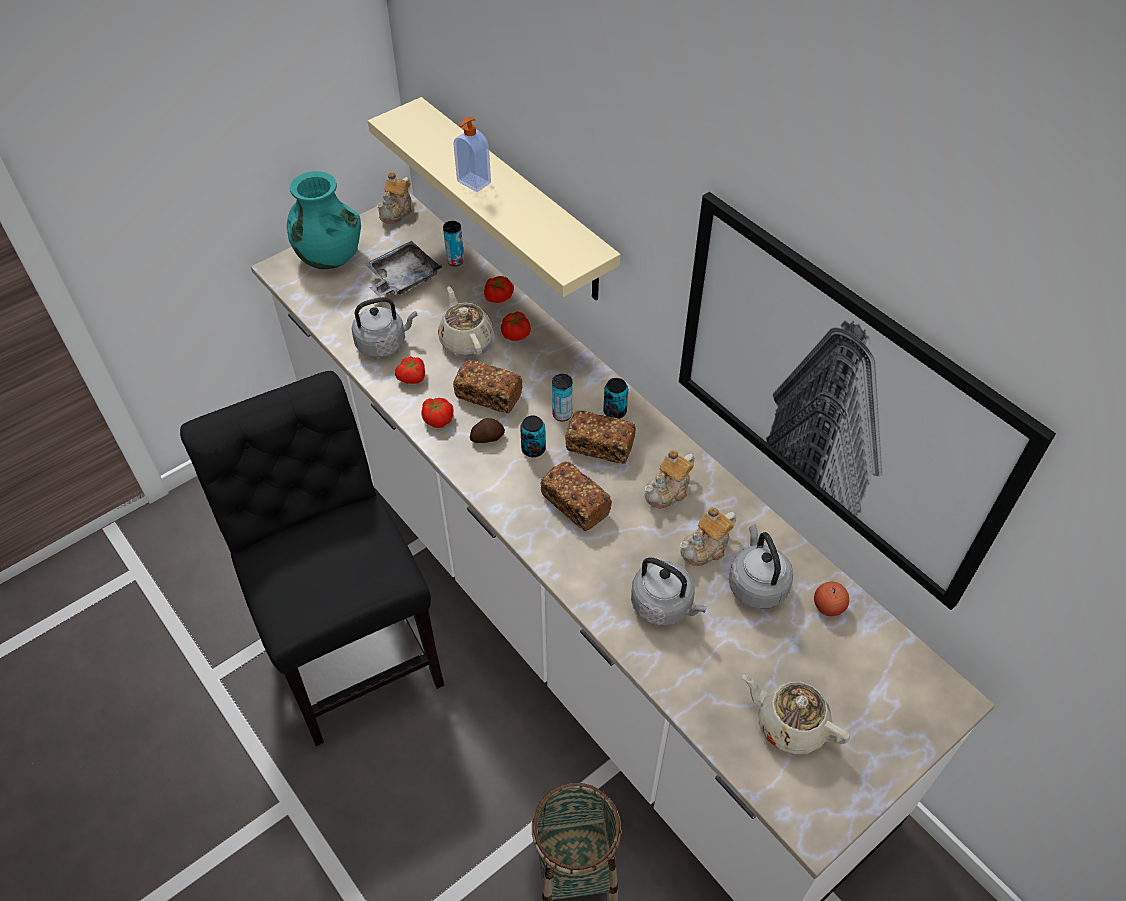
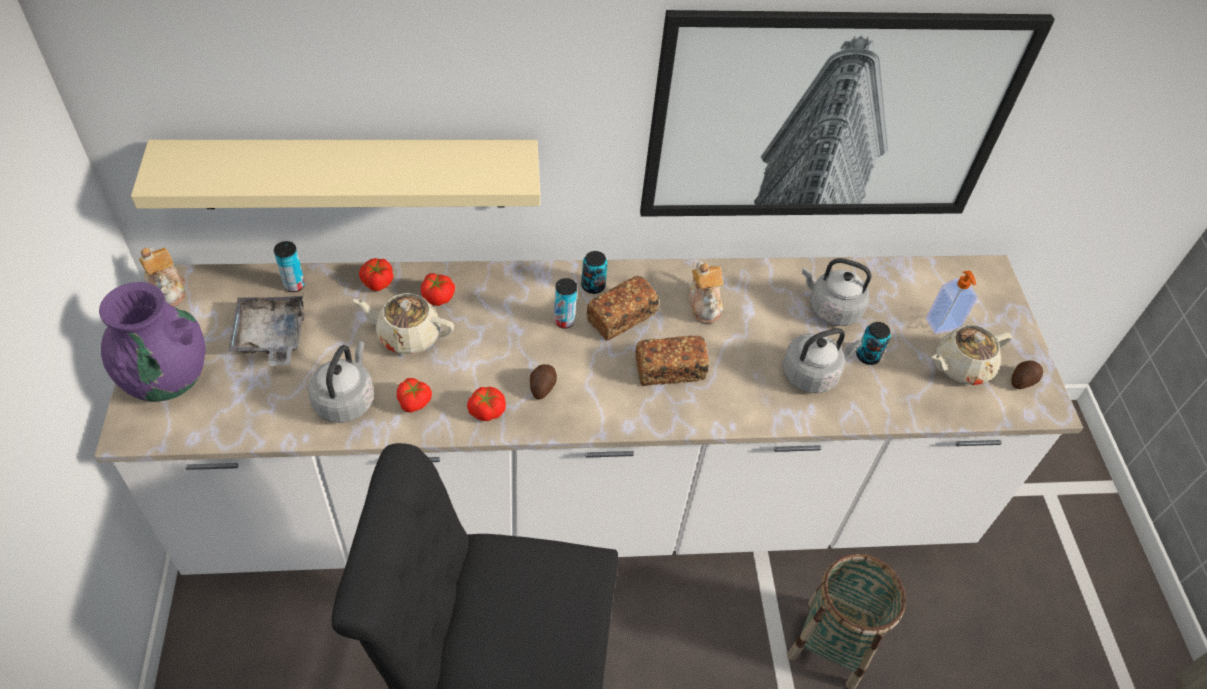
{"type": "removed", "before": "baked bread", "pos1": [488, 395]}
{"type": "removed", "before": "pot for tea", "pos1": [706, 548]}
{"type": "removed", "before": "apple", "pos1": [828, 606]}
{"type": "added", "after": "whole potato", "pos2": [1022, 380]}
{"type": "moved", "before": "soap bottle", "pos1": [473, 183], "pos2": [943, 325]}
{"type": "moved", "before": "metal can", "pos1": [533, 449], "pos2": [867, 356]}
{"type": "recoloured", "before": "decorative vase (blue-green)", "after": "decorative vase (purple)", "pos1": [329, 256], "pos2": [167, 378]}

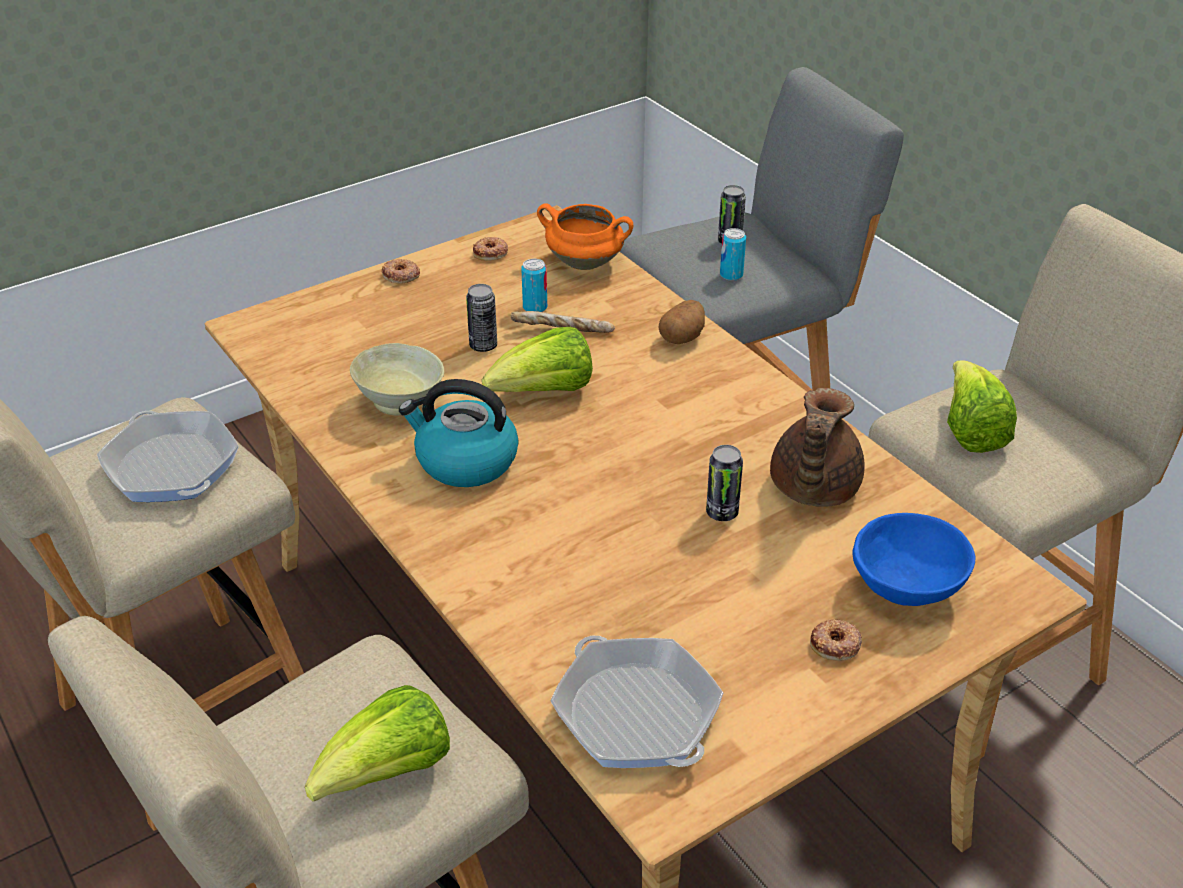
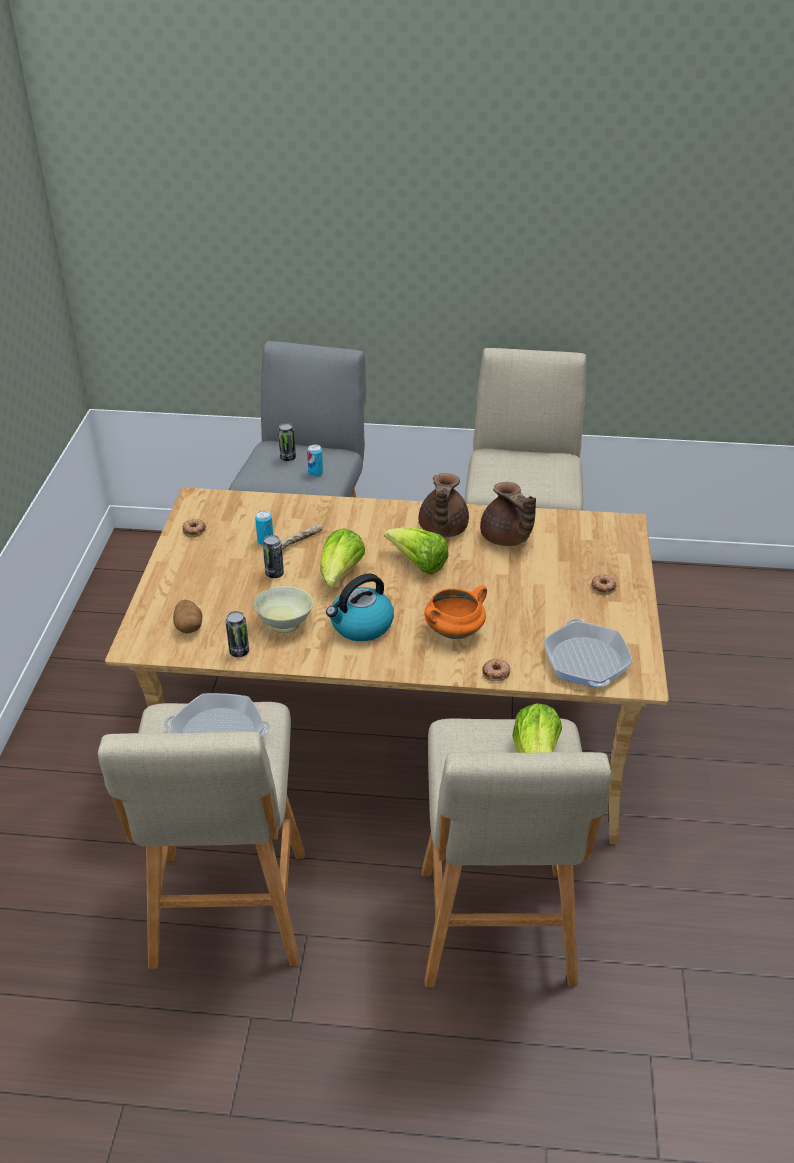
{"type": "removed", "before": "deep dish (blue-coloured)", "pos1": [907, 590]}
{"type": "added", "after": "pot for tea (brown)", "pos2": [442, 529]}
{"type": "moved", "before": "ring doughnut", "pos1": [401, 275], "pos2": [496, 672]}
{"type": "moved", "before": "cooking pot (orangey)", "pos1": [586, 263], "pos2": [454, 631]}
{"type": "moved", "before": "whole potato", "pos1": [682, 337], "pos2": [188, 626]}
{"type": "moved", "before": "metal can", "pos1": [722, 512], "pos2": [239, 651]}
{"type": "moved", "before": "lettuce head", "pos1": [971, 431], "pos2": [418, 564]}
{"type": "turned", "before": "skillet", "pos1": [636, 714], "pos2": [586, 661], "turn": -105}

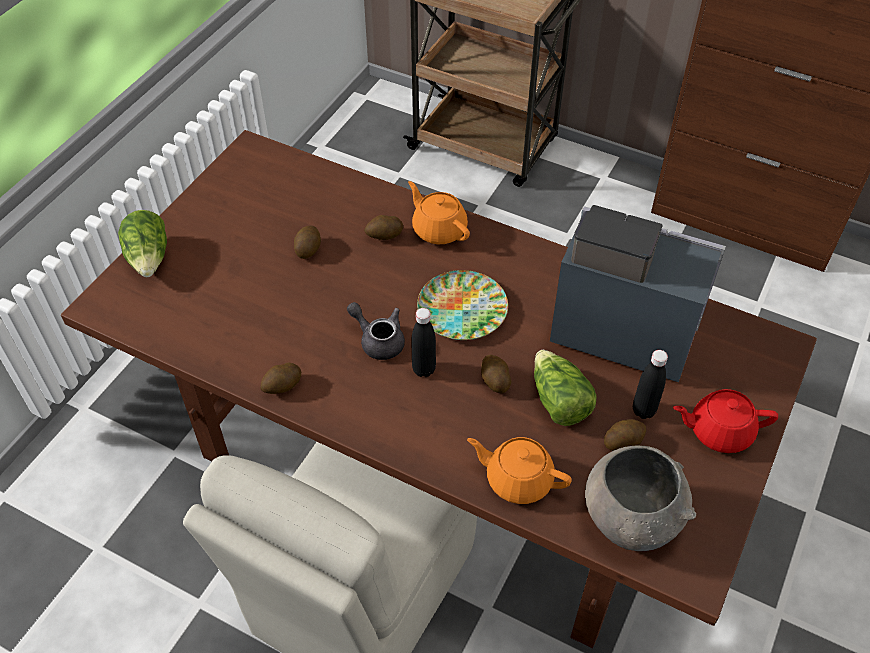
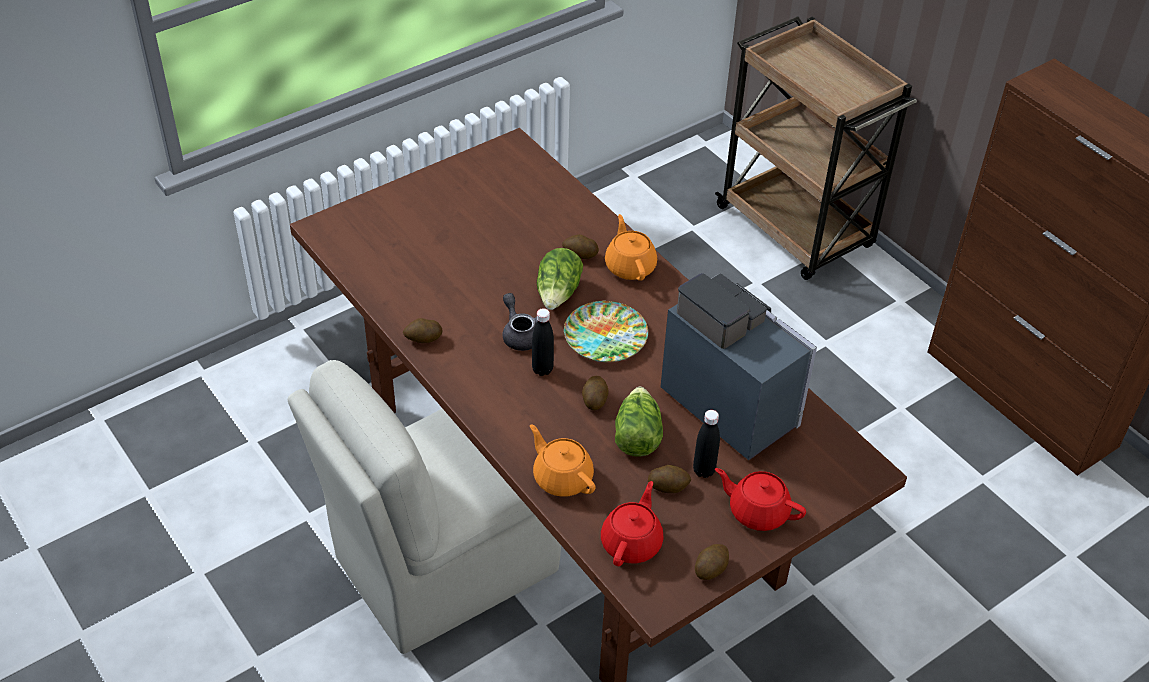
{"type": "moved", "before": "lettuce head", "pos1": [149, 258], "pos2": [558, 293]}
{"type": "moved", "before": "whole potato", "pos1": [308, 249], "pos2": [710, 568]}
{"type": "replaced", "before": "deep dish (gray)", "after": "pot for tea (red-coloured)", "pos1": [630, 519], "pos2": [632, 542]}

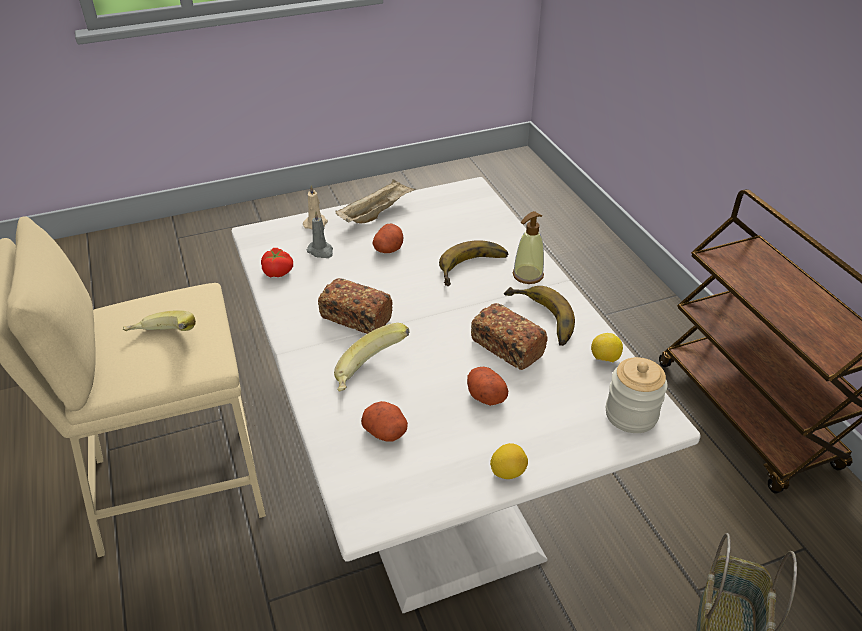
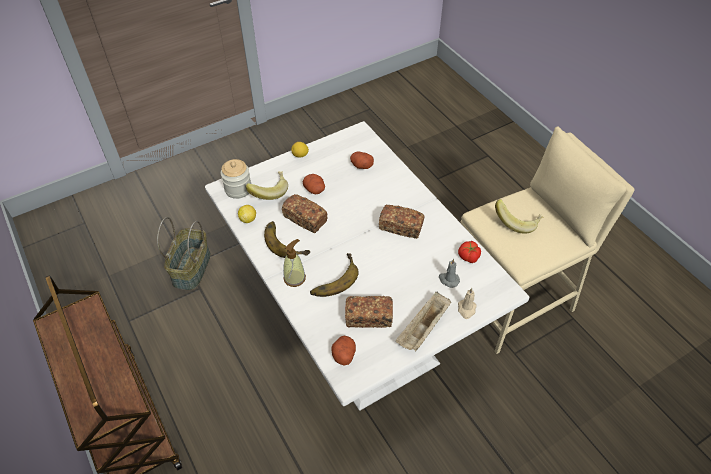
{"type": "added", "after": "baked bread", "pos2": [368, 318]}
{"type": "moved", "before": "banana", "pos1": [371, 374], "pos2": [269, 191]}
{"type": "moved", "before": "whole potato", "pos1": [388, 249], "pos2": [343, 354]}

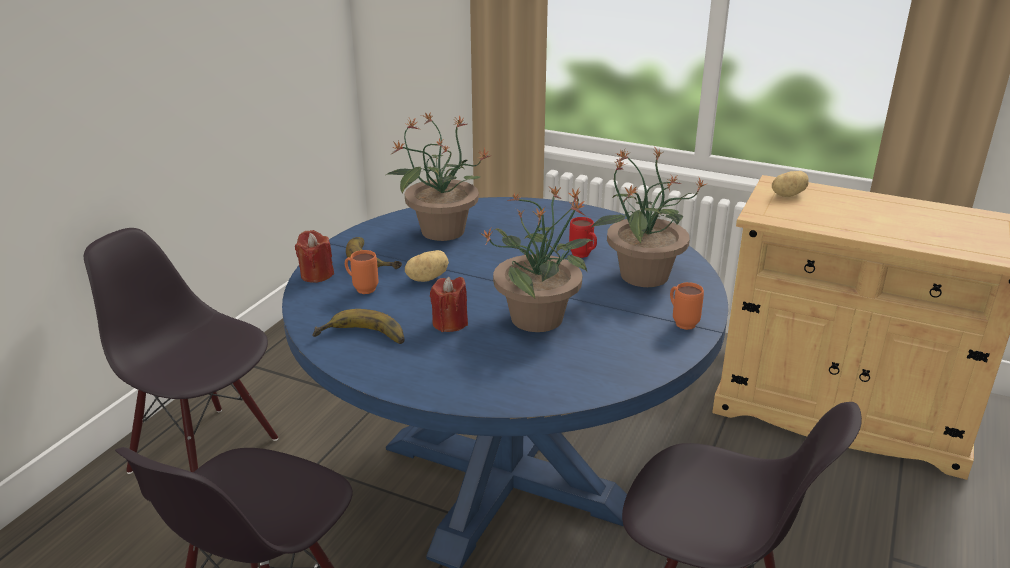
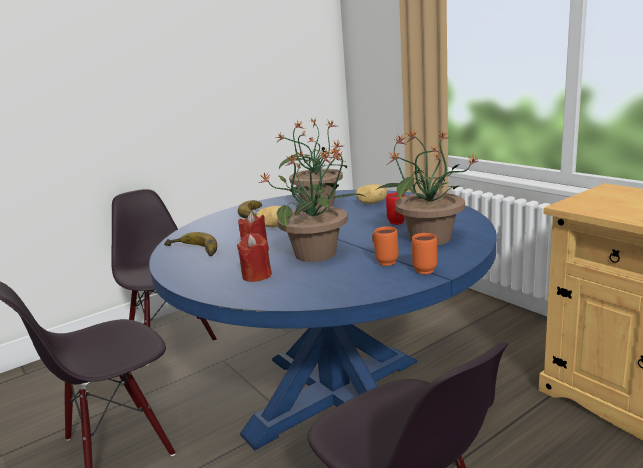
{"type": "moved", "before": "wax candle (red-coloured)", "pos1": [316, 275], "pos2": [256, 275]}
{"type": "moved", "before": "coffee mug (orangey)", "pos1": [361, 288], "pos2": [384, 261]}
{"type": "moved", "before": "whole potato", "pos1": [787, 195], "pos2": [372, 203]}

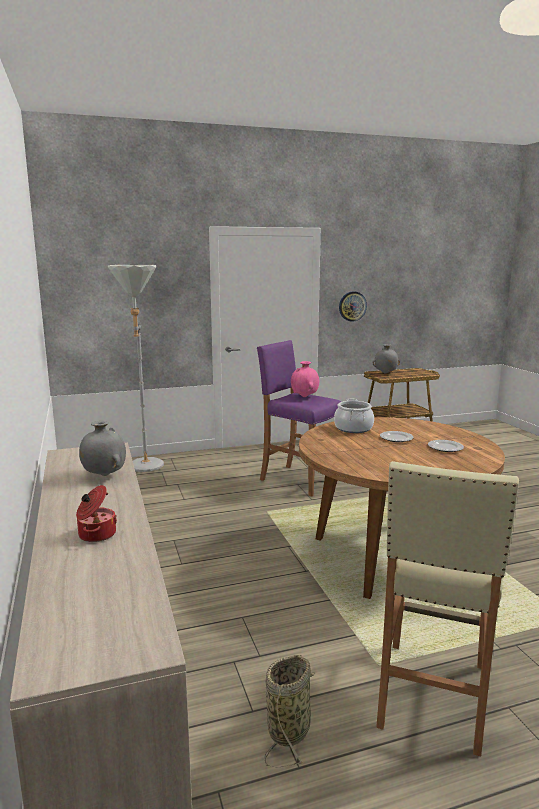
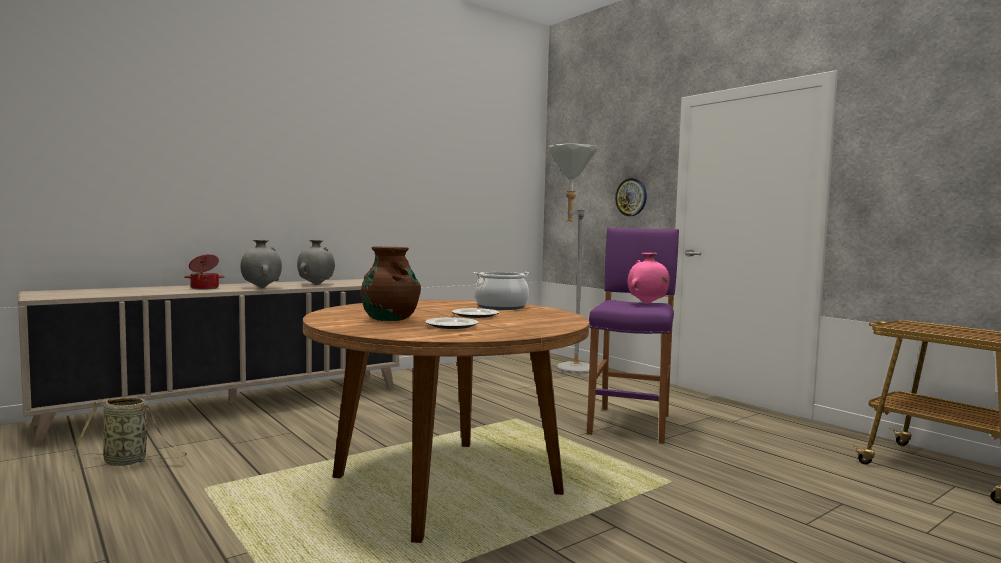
{"type": "removed", "before": "stool (beige-coloured)", "pos1": [432, 695]}
{"type": "added", "after": "decorative vase (brown)", "pos2": [390, 319]}
{"type": "moved", "before": "clock on the wall", "pos1": [352, 306], "pos2": [631, 197]}
{"type": "moved", "before": "decorative vase (gray)", "pos1": [385, 373], "pos2": [261, 288]}

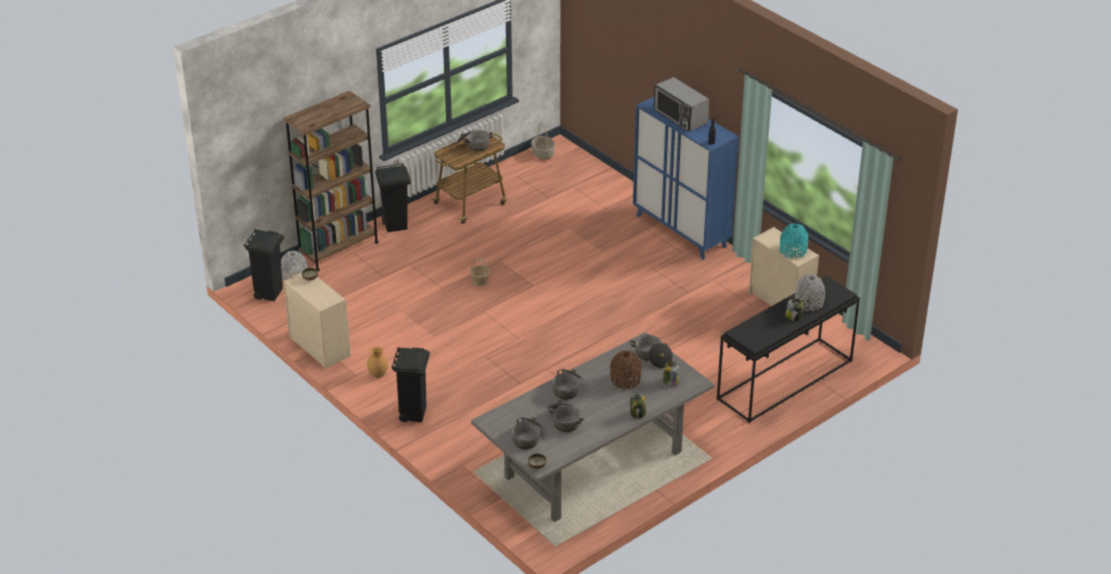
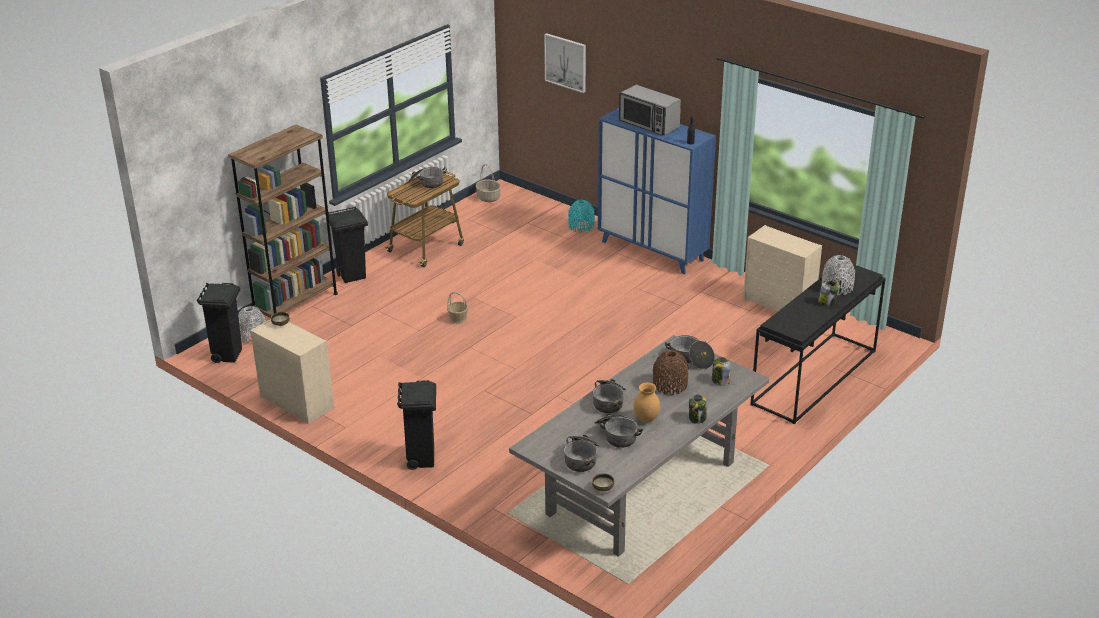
{"type": "added", "after": "picture", "pos2": [566, 62]}
{"type": "moved", "before": "decorative vase (brown)", "pos1": [378, 375], "pos2": [646, 419]}
{"type": "moved", "before": "decorative vase (blue-green)", "pos1": [793, 250], "pos2": [581, 226]}

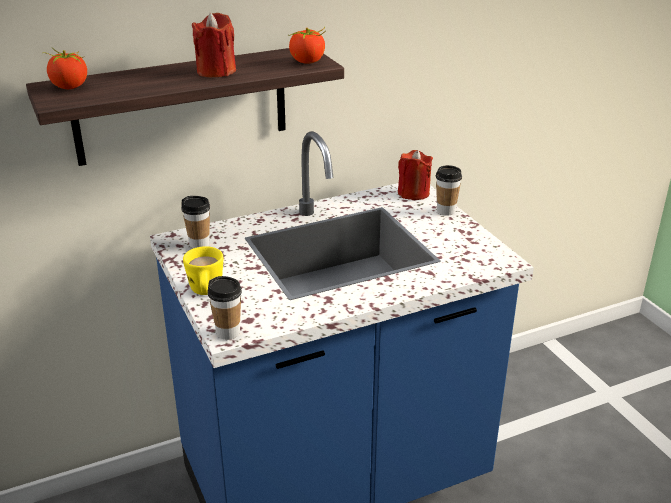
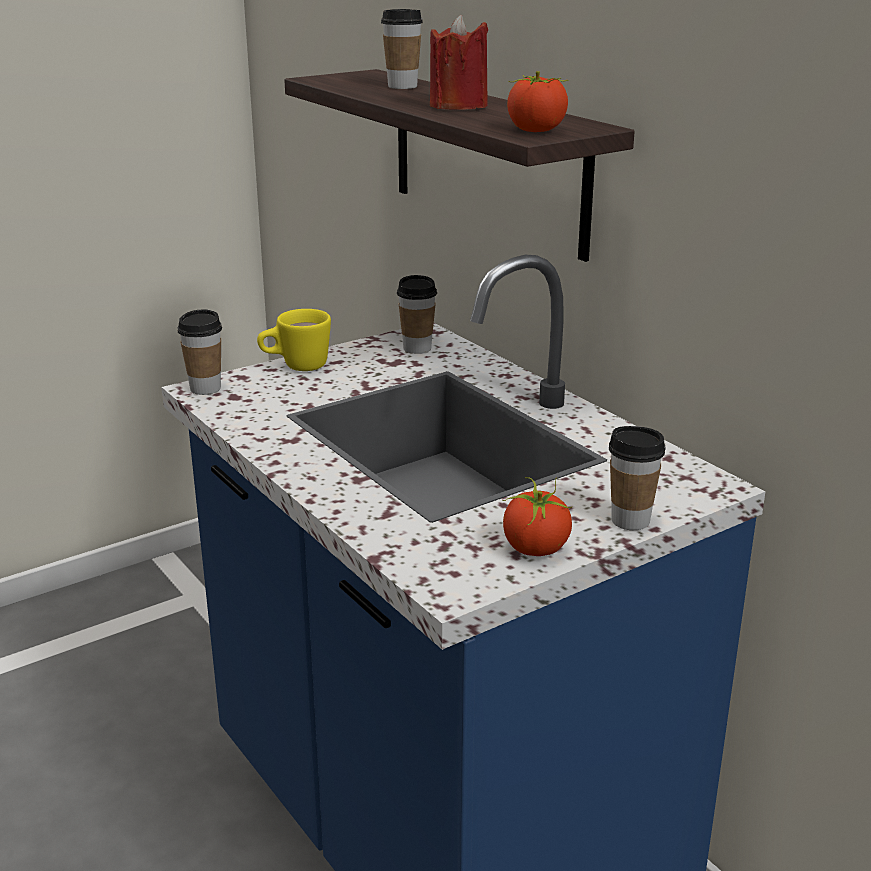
{"type": "removed", "before": "wax candle (red-coloured)", "pos1": [413, 193]}
{"type": "added", "after": "small cup", "pos2": [402, 86]}
{"type": "moved", "before": "whole tomato", "pos1": [69, 87], "pos2": [535, 548]}

